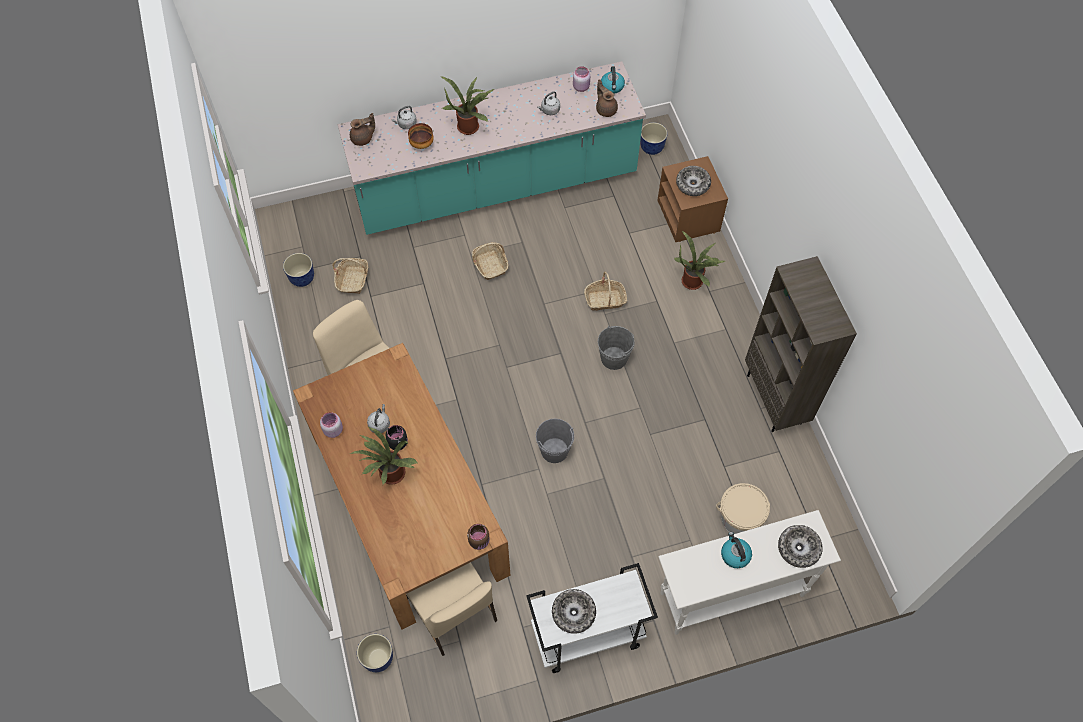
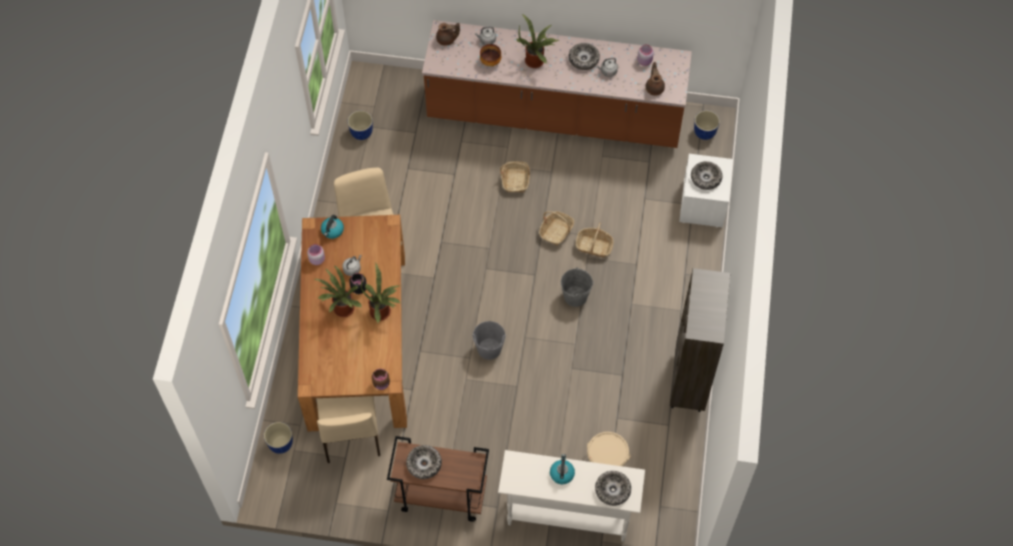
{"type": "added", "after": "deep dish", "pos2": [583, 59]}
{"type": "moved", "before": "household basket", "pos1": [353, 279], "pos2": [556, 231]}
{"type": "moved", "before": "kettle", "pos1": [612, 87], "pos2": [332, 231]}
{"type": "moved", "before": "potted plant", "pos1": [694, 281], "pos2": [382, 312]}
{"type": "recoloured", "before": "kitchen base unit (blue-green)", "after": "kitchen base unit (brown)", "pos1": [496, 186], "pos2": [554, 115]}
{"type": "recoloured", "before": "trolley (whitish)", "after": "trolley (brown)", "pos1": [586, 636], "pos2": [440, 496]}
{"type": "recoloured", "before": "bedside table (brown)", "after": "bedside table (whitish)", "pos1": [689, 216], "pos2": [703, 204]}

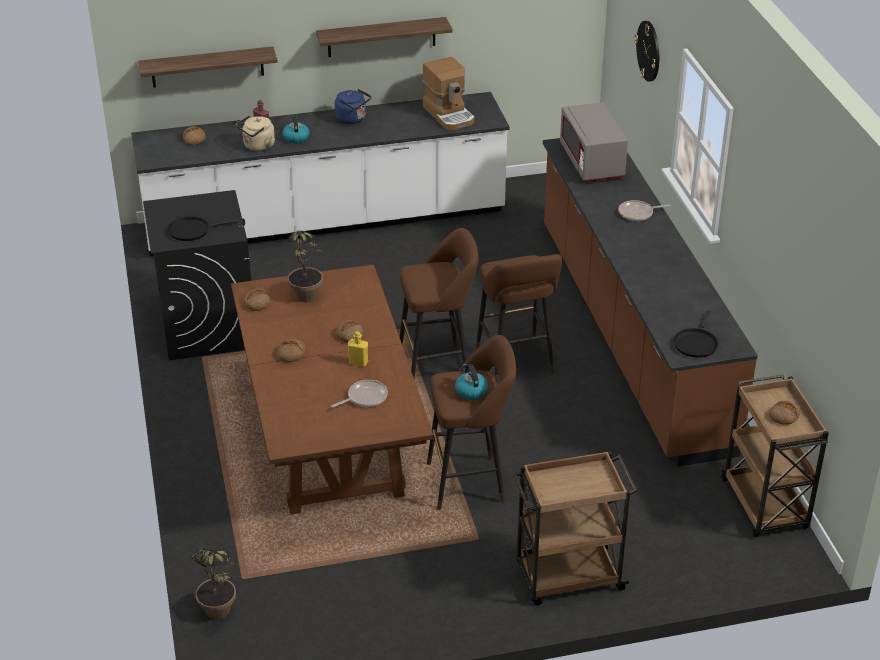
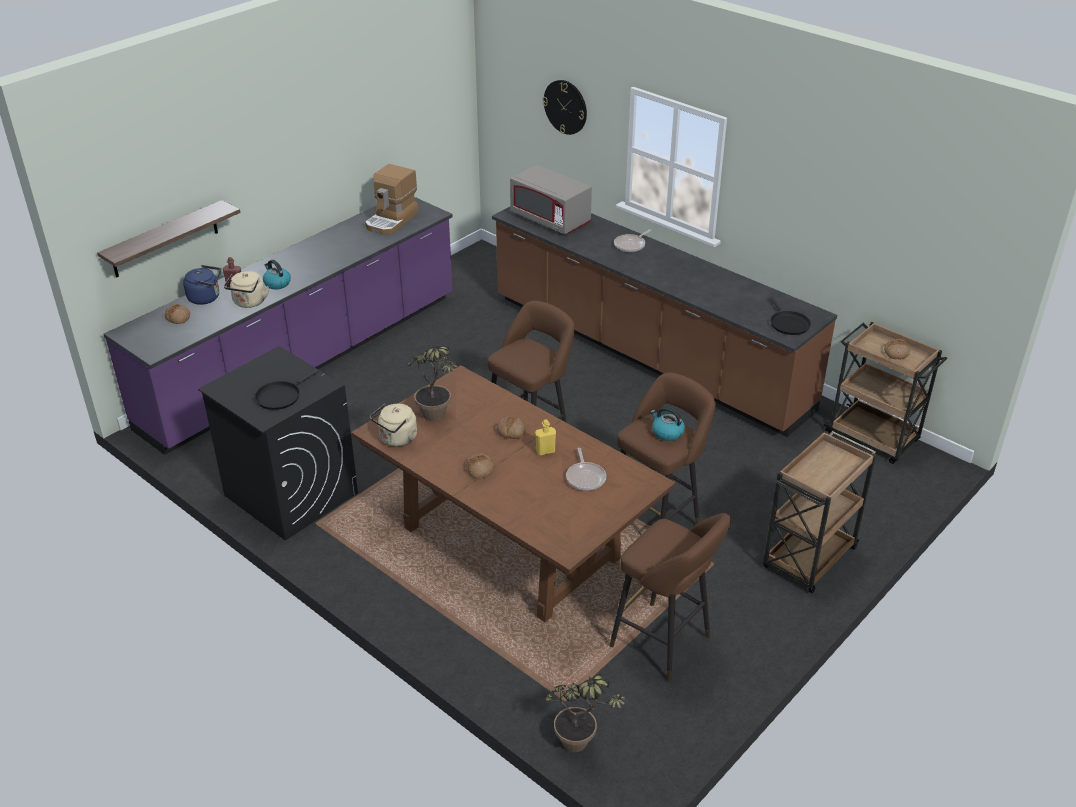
{"type": "removed", "before": "bracket shelf", "pos1": [381, 37]}
{"type": "moved", "before": "kettle (blue-coloured)", "pos1": [352, 119], "pos2": [206, 298]}
{"type": "moved", "before": "stool (brown)", "pos1": [516, 363], "pos2": [665, 644]}
{"type": "replaced", "before": "baked bread", "after": "kettle (beige-coloured)", "pos1": [257, 303], "pos2": [397, 439]}
{"type": "recoloured", "before": "kitchen base unit (whitish)", "after": "kitchen base unit (purple)", "pos1": [325, 222], "pos2": [305, 361]}
{"type": "turned", "before": "skillet", "pos1": [365, 397], "pos2": [585, 477], "turn": 150}
{"type": "turned", "before": "coffee maker", "pos1": [449, 114], "pos2": [392, 220], "turn": 90}

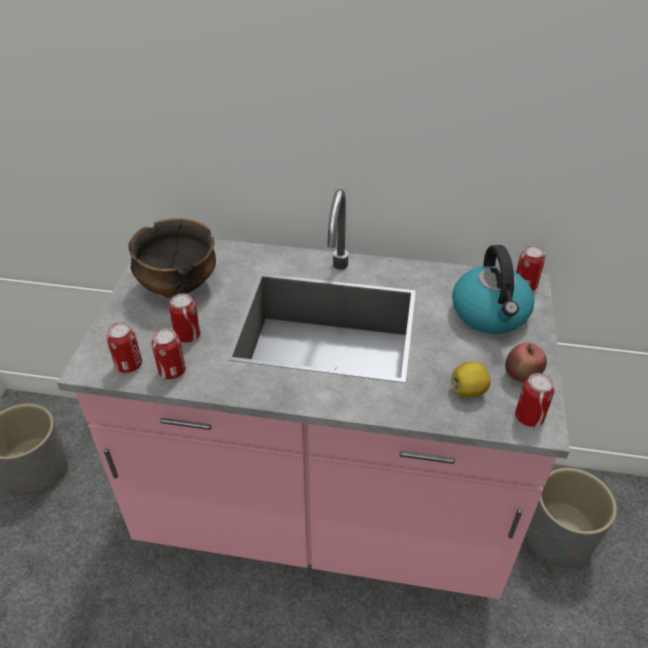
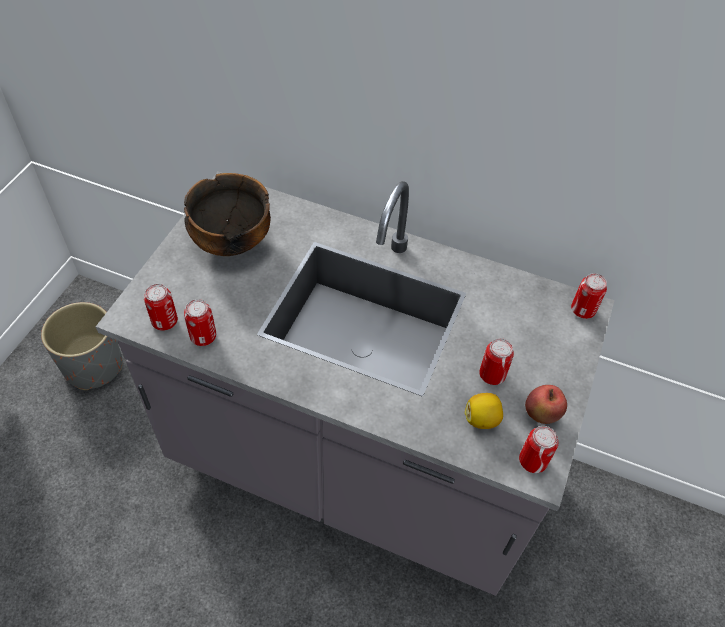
{"type": "removed", "before": "kettle", "pos1": [490, 314]}
{"type": "removed", "before": "plant pot (gray)", "pos1": [558, 540]}
{"type": "moved", "before": "metal can", "pos1": [187, 335], "pos2": [492, 375]}
{"type": "recoloured", "before": "kitchen base unit (pink)", "after": "kitchen base unit (gray)", "pos1": [324, 511], "pos2": [353, 466]}

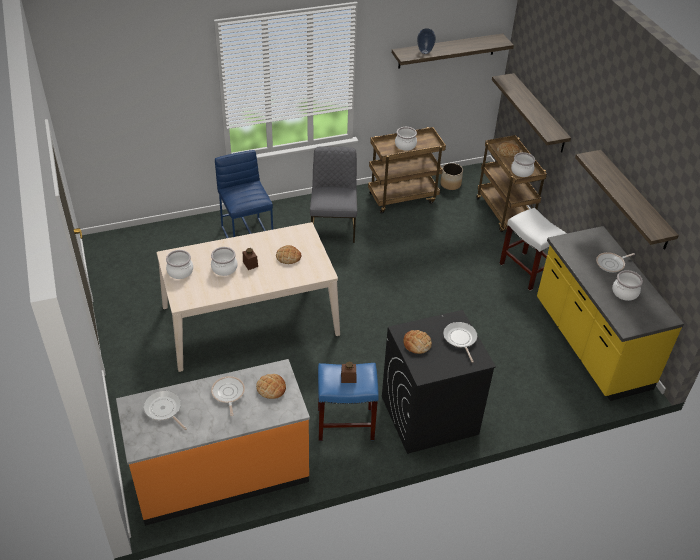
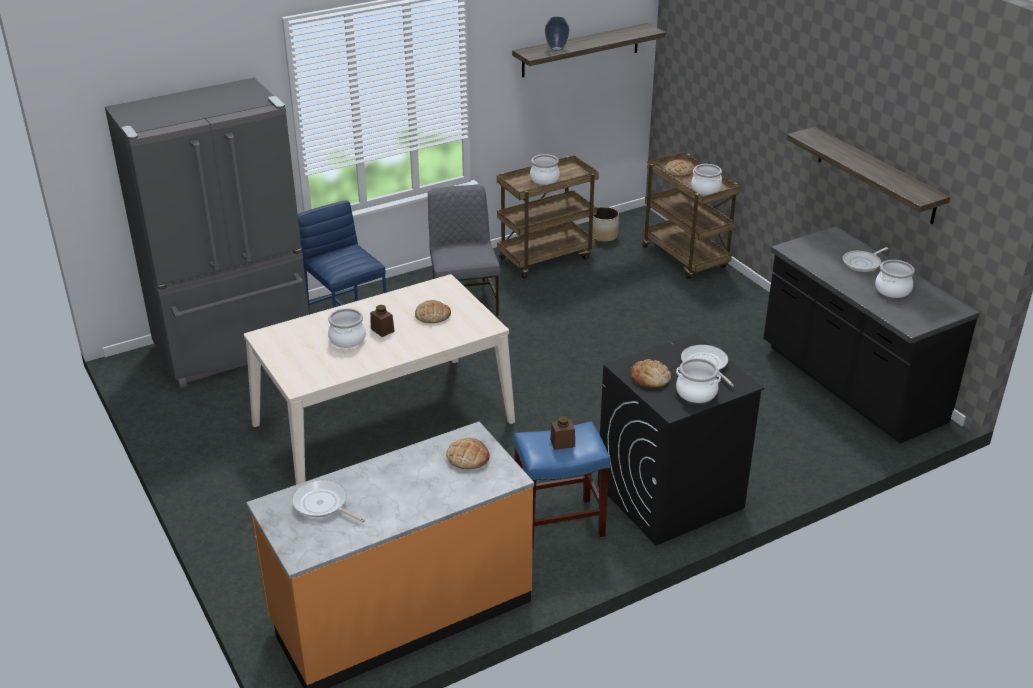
{"type": "removed", "before": "skillet", "pos1": [228, 393]}
{"type": "removed", "before": "bracket shelf", "pos1": [539, 113]}
{"type": "removed", "before": "stool (whitish)", "pos1": [527, 271]}
{"type": "added", "after": "refrigerator (gray)", "pos2": [235, 348]}
{"type": "moved", "before": "cooking pot", "pos1": [180, 271], "pos2": [696, 393]}
{"type": "recoloured", "before": "kitchen base unit (yellow-coloured)", "after": "kitchen base unit (black)", "pos1": [590, 345], "pos2": [850, 385]}

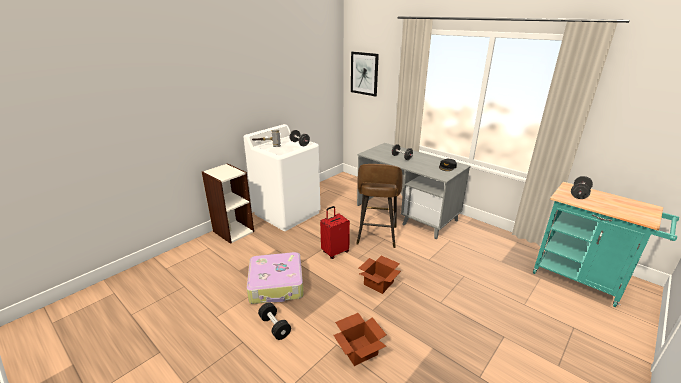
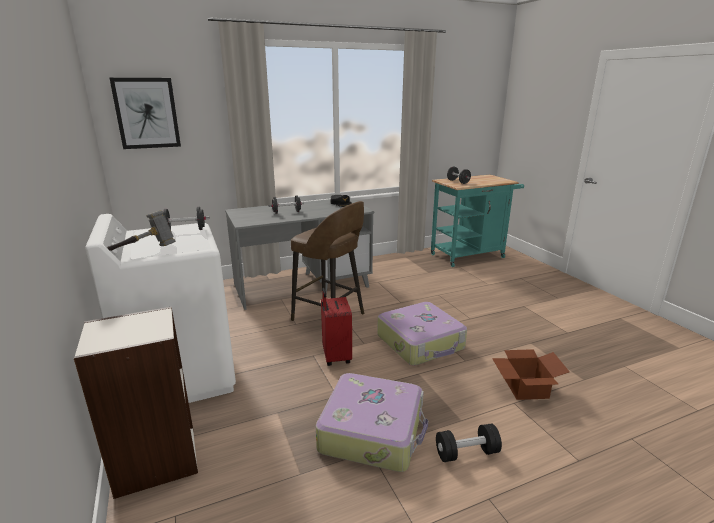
{"type": "replaced", "before": "carton", "after": "suitcase", "pos1": [379, 283], "pos2": [421, 342]}

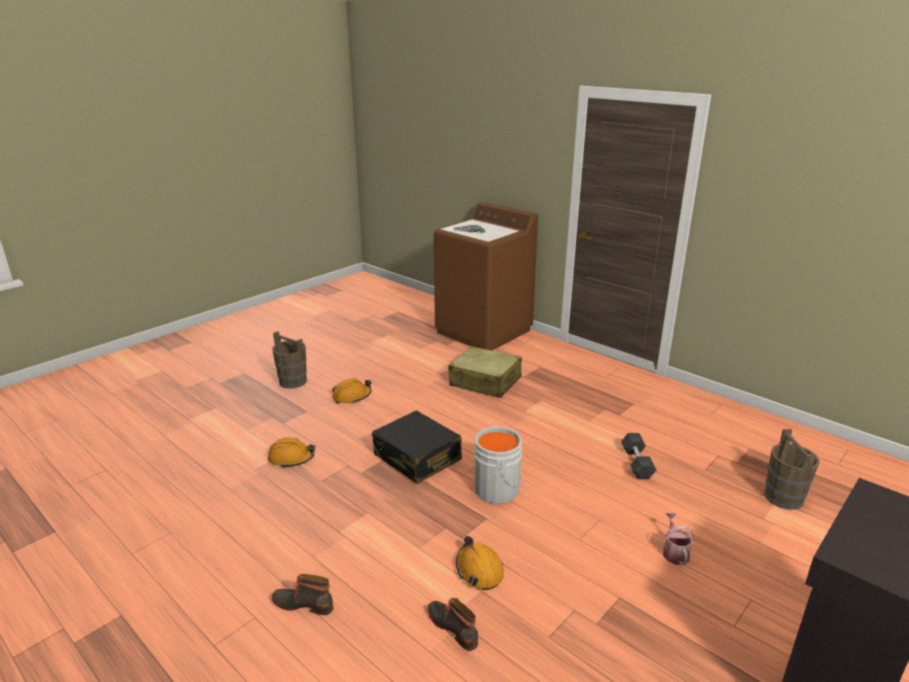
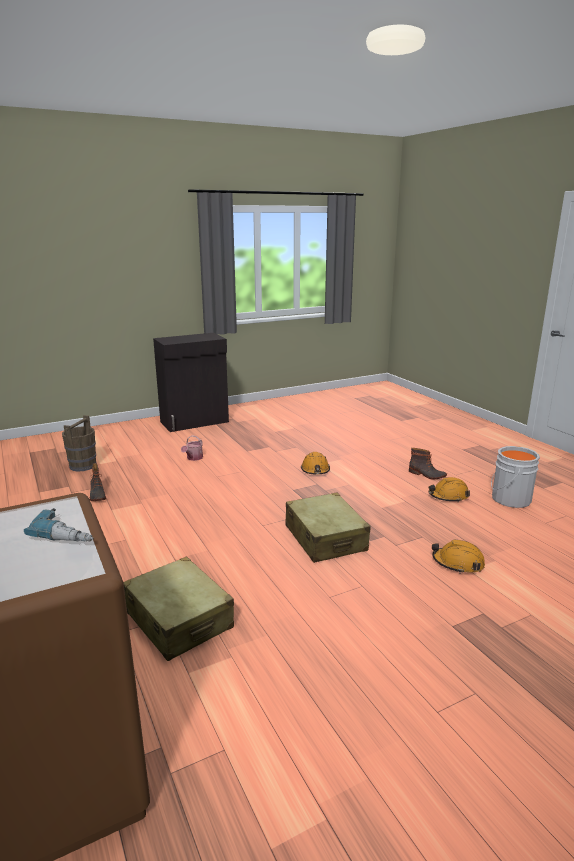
{"type": "removed", "before": "bucket (brown)", "pos1": [292, 381]}
{"type": "removed", "before": "free weight (gray)", "pos1": [636, 463]}
{"type": "moved", "before": "safety helmet (orangey)", "pos1": [352, 396], "pos2": [448, 496]}
{"type": "moved", "before": "high-top boot", "pos1": [453, 627], "pos2": [97, 495]}
{"type": "moved", "before": "bucket (gray)", "pos1": [499, 489], "pos2": [508, 499]}
{"type": "recoloured", "before": "suitcase (black)", "after": "suitcase (beige-coloured)", "pos1": [417, 458], "pos2": [325, 538]}

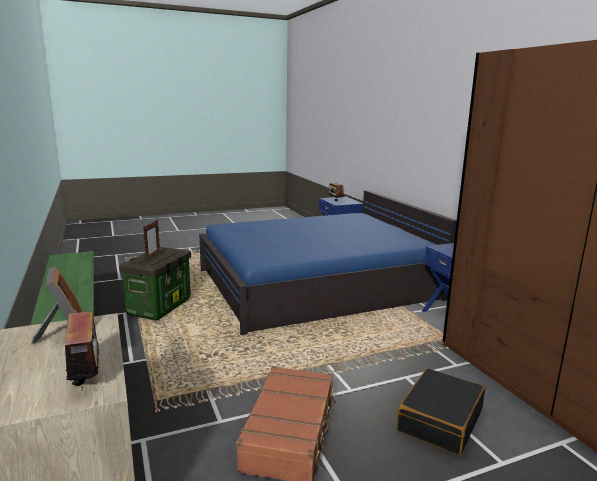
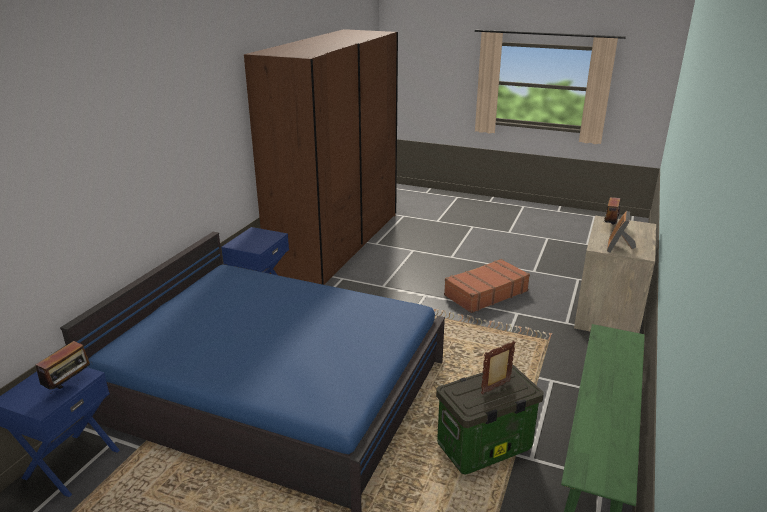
{"type": "removed", "before": "suitcase (black)", "pos1": [439, 420]}

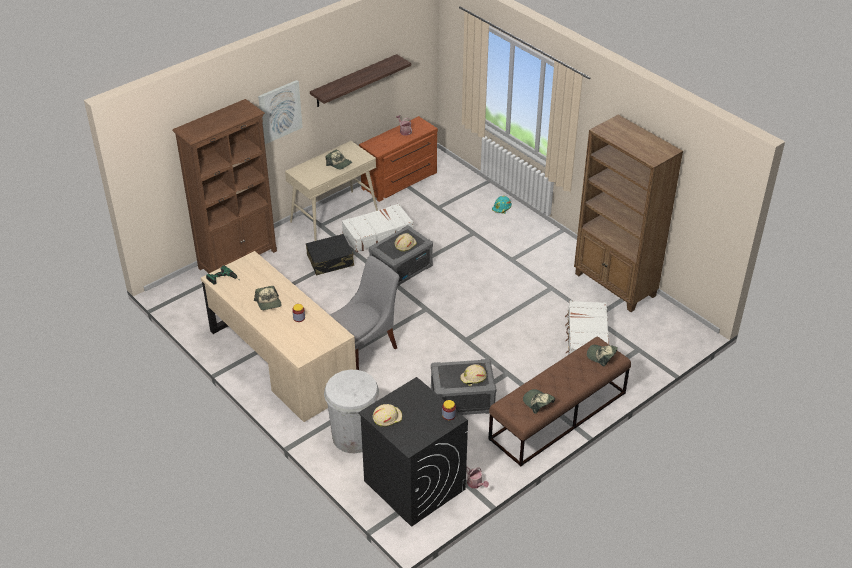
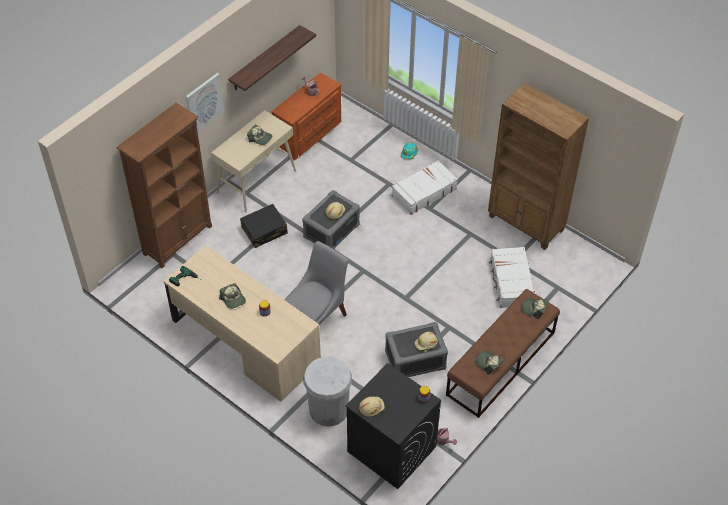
{"type": "moved", "before": "suitcase (whitish)", "pos1": [377, 234], "pos2": [423, 192]}

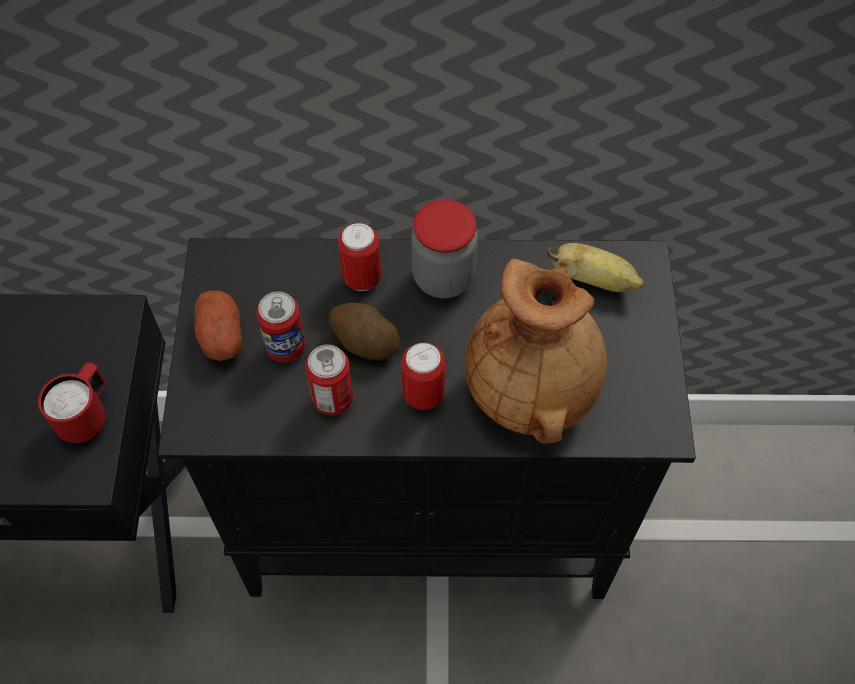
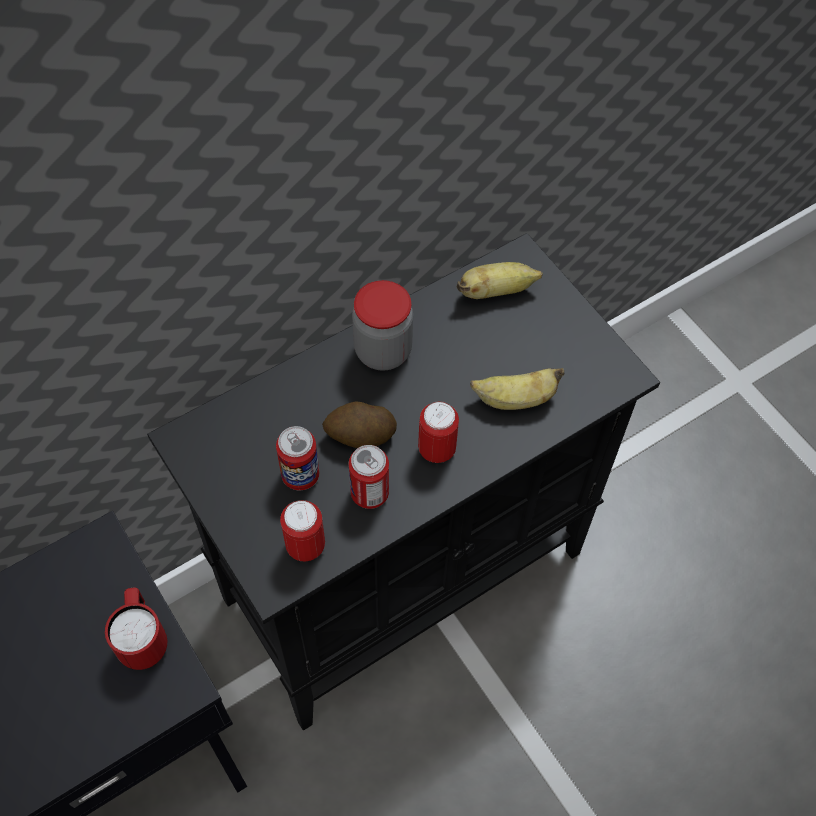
{"type": "removed", "before": "whole potato", "pos1": [220, 335]}
{"type": "moved", "before": "metal can", "pos1": [362, 278], "pos2": [305, 546]}
{"type": "replaced", "before": "decorative vase (brown)", "after": "banana", "pos1": [533, 391], "pos2": [514, 399]}

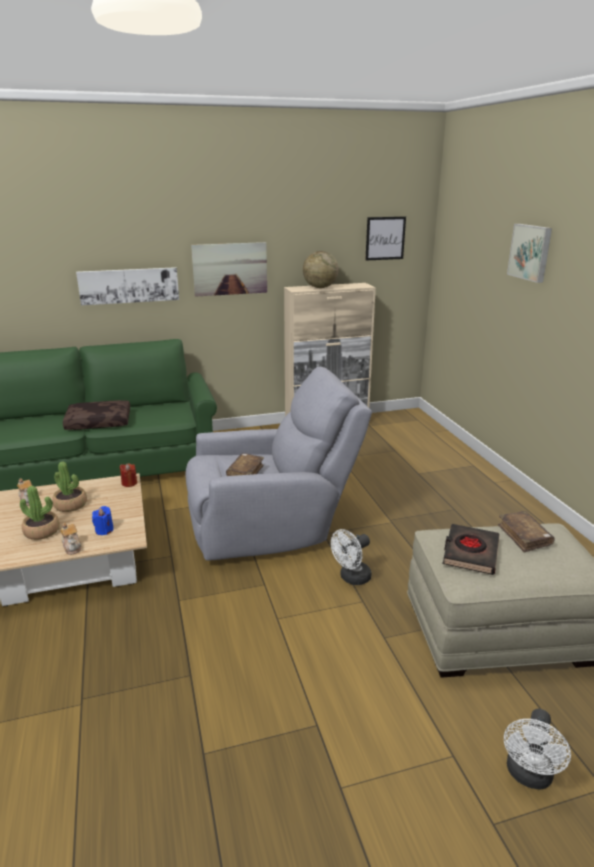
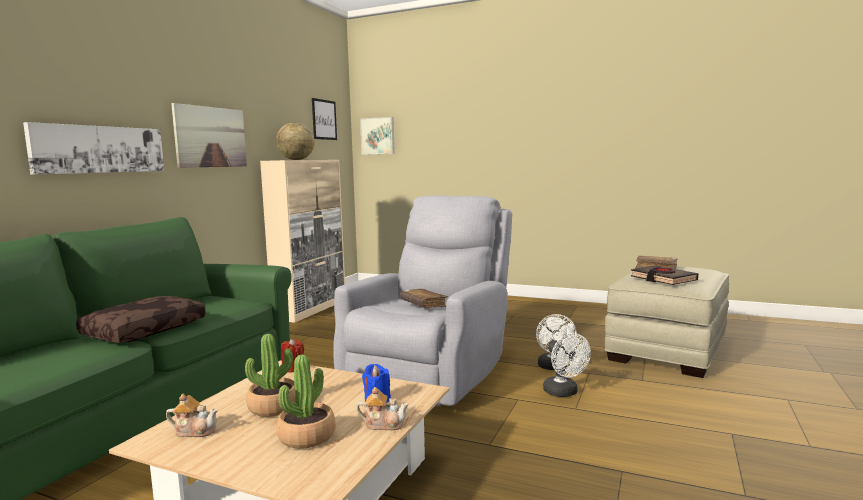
{"type": "moved", "before": "electric fan (whitish)", "pos1": [528, 776], "pos2": [564, 393]}
{"type": "moved", "before": "picture", "pos1": [531, 252], "pos2": [378, 136]}

